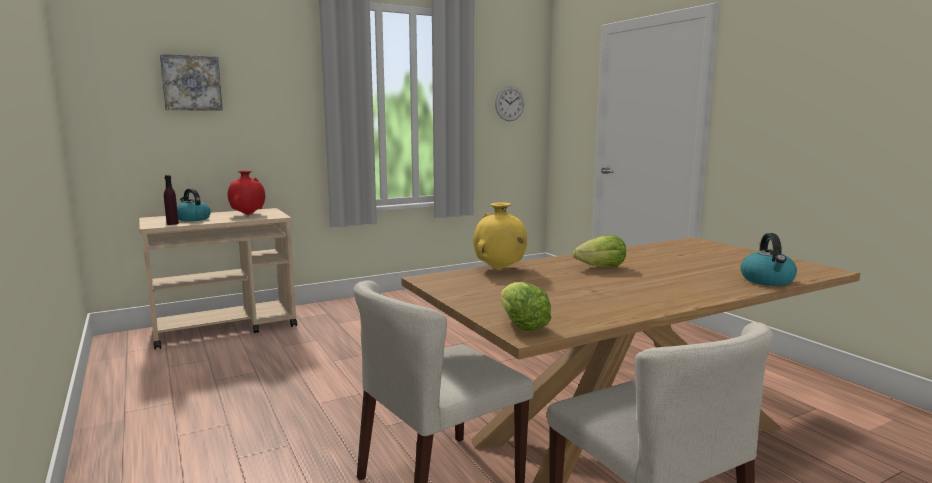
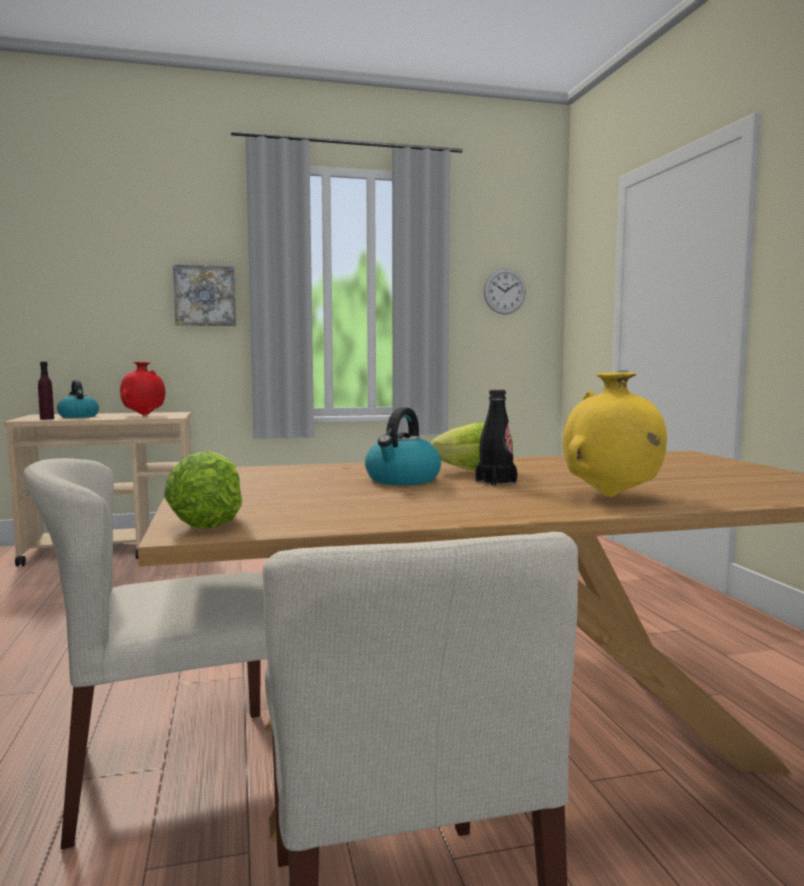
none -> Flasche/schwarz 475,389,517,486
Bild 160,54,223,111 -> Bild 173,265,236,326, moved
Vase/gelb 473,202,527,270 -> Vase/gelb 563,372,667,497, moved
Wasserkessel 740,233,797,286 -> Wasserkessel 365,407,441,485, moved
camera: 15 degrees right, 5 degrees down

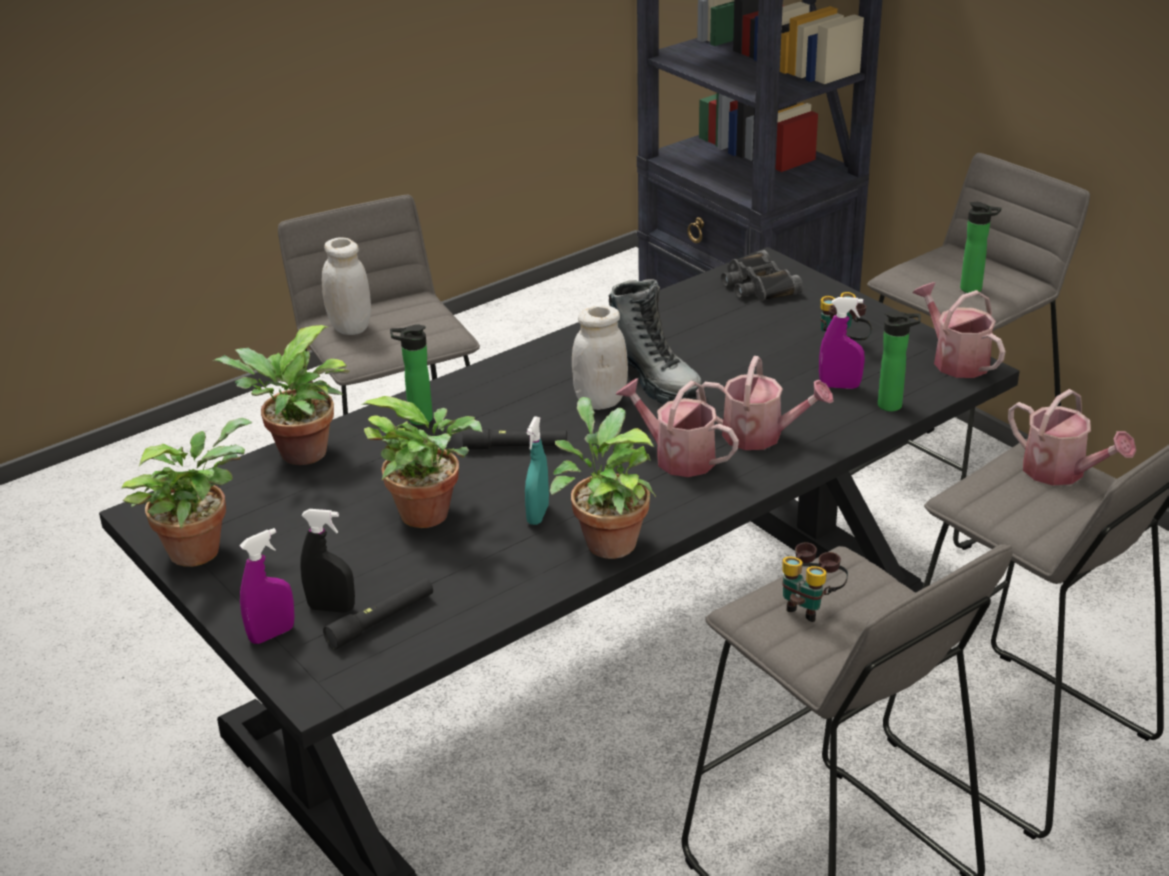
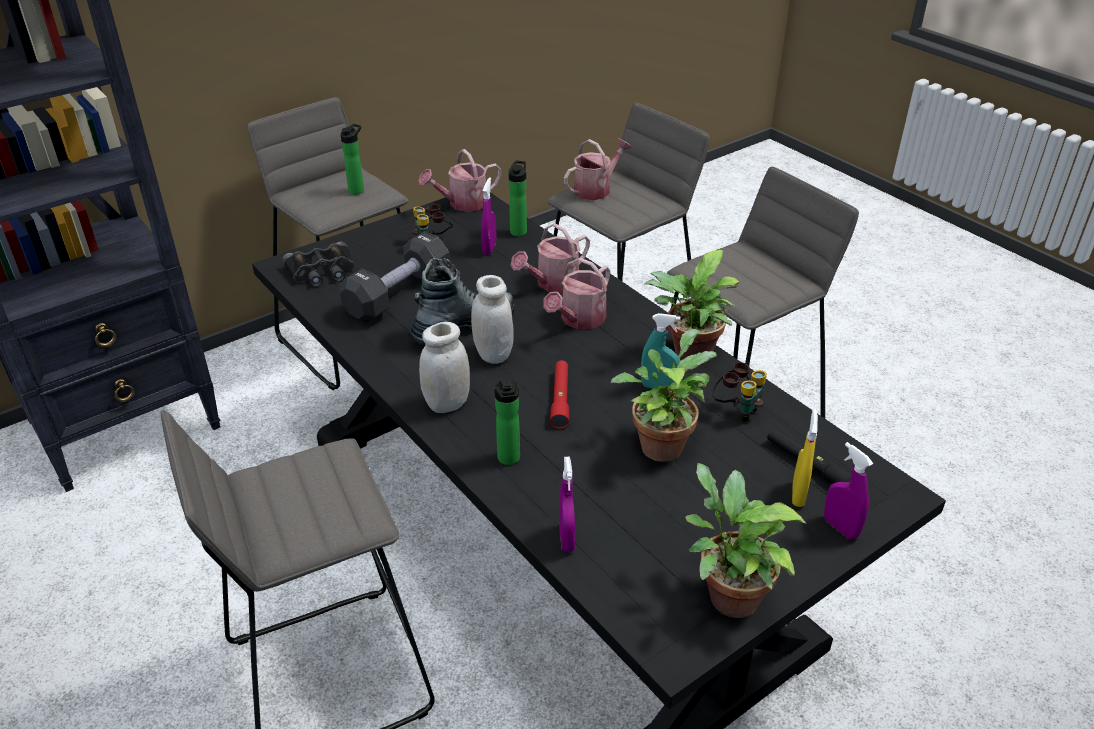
none -> Hantel/schwarz 340,231,450,323
Vorratsglas/weiß 322,237,371,335 -> Vorratsglas/weiß 419,322,470,413, moved
Fernglas 782,542,848,622 -> Fernglas 712,362,767,422, moved
Topfpflanze 213,325,350,465 -> Sprühflasche/lila 559,457,575,553
Sprühflasche/schwarz 300,509,355,613 -> Sprühflasche/gelb 792,409,818,507
Taschenlampe/schwarz 463,428,567,449 -> Taschenlampe/rot 550,360,569,429
Gießkanne 696,356,834,450 -> Gießkanne 511,223,590,293, 150 degrees counterclockwise
camera: 90 degrees left, 5 degrees up

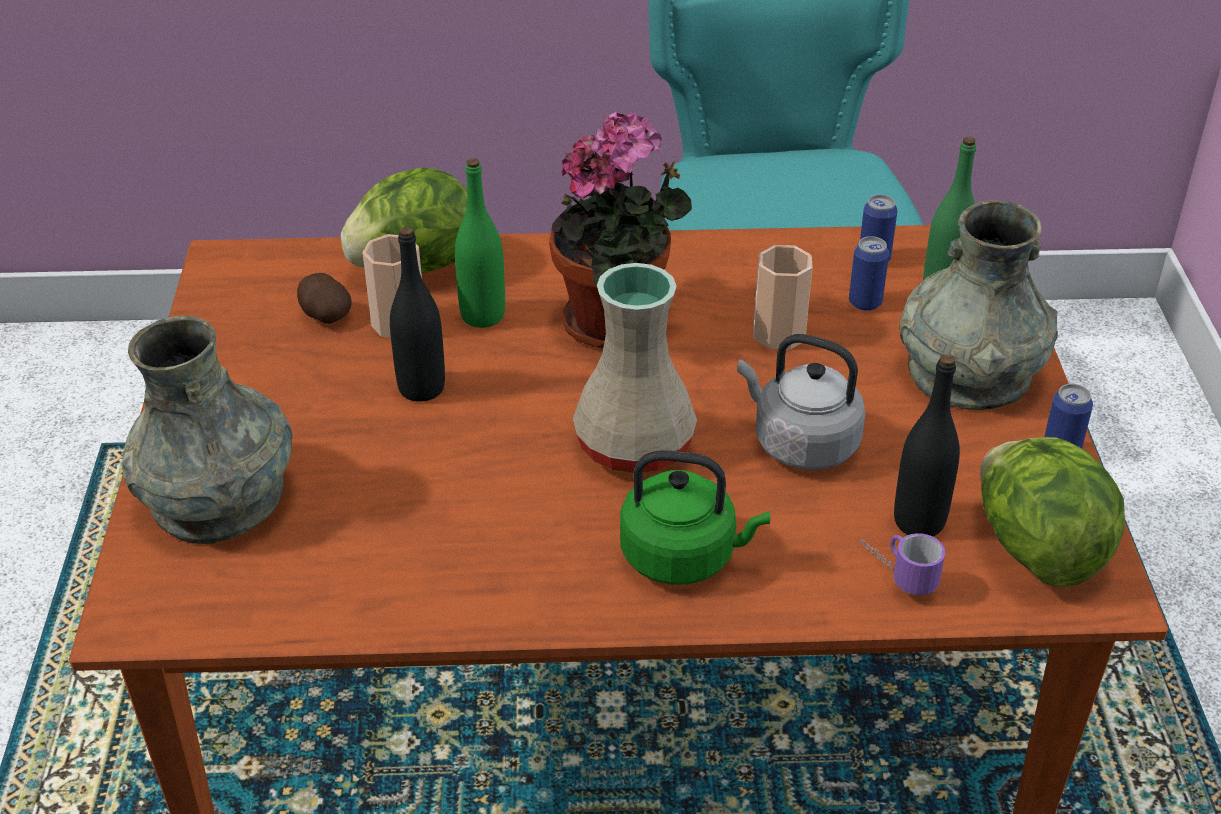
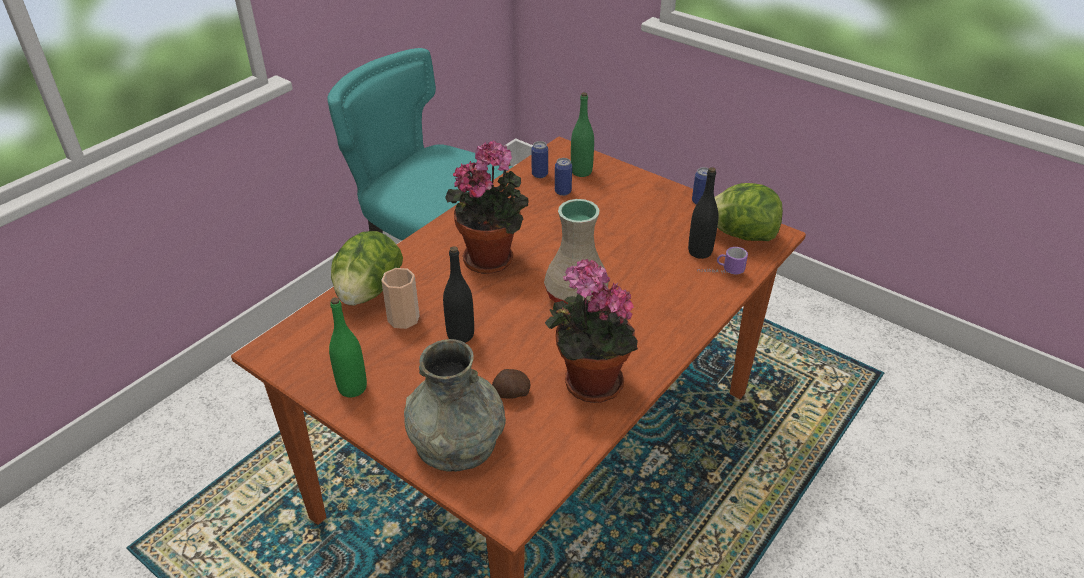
Wasserkessel/grün 620,450,770,584 -> none
Wasserkessel/grau 737,334,865,470 -> none
Tasse 754,245,812,349 -> none
Vase/grau 899,200,1058,410 -> none
none -> Topfpflanze 545,259,638,403
Kartoffel 297,273,352,324 -> Kartoffel 492,369,531,399, moved
Flasche/grün 455,158,505,328 -> Flasche/grün 329,297,367,397, moved
camera: 50 degrees left, 0 degrees up

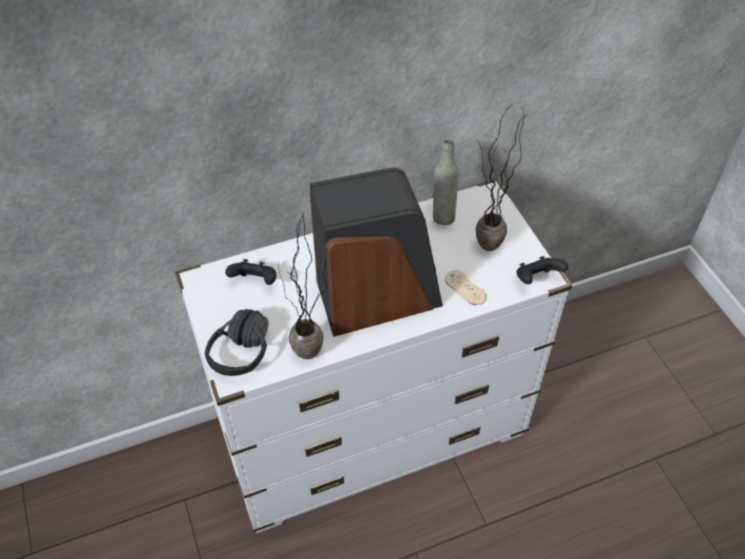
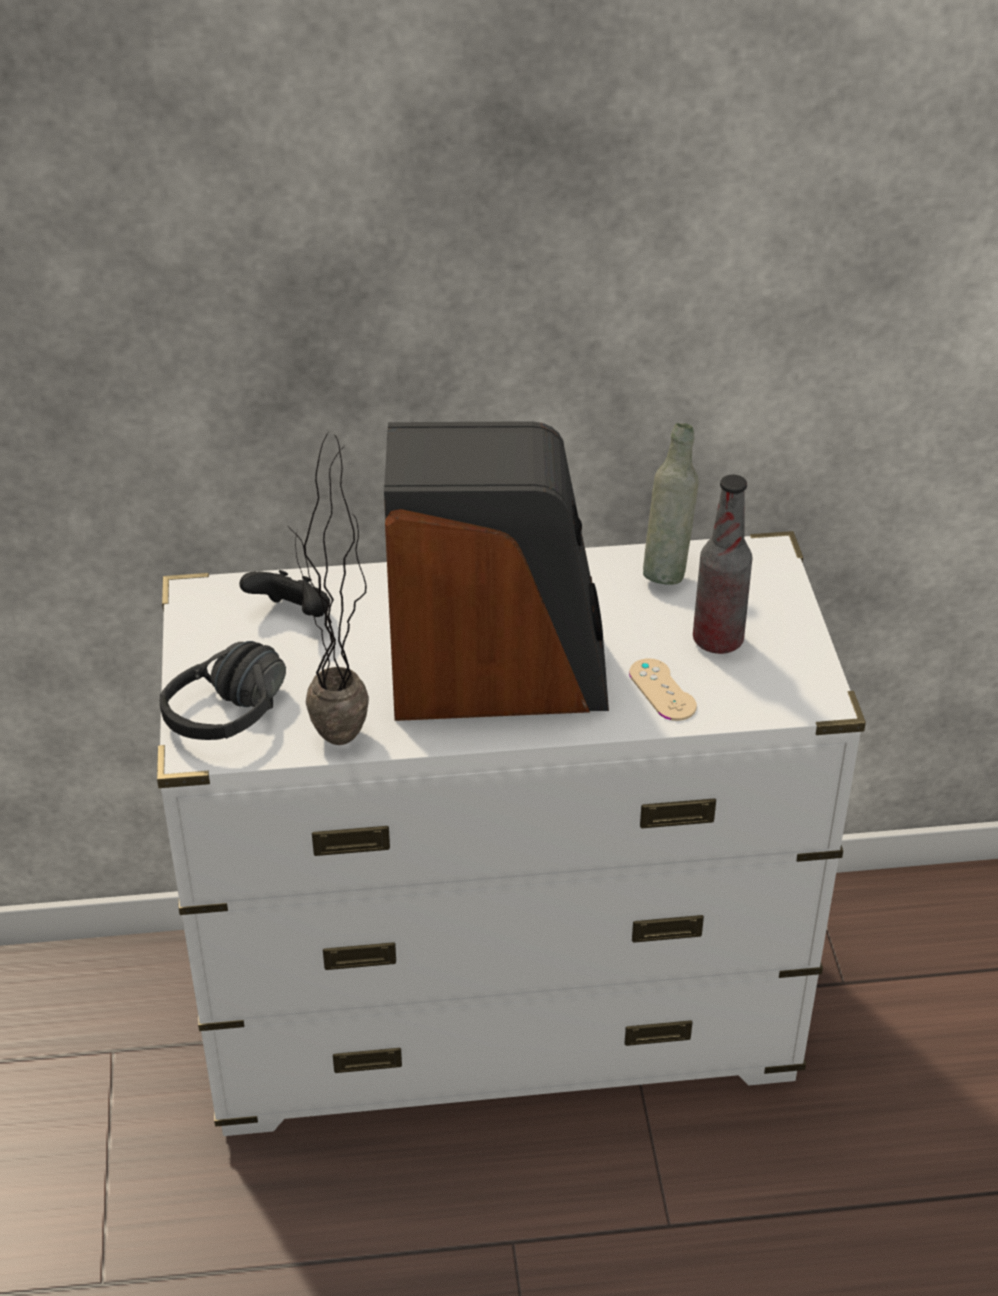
Gamepad/schwarz 517,256,568,284 -> none
Topfpflanze 476,106,529,251 -> Flasche 693,475,752,654
camera: 15 degrees right, 10 degrees down

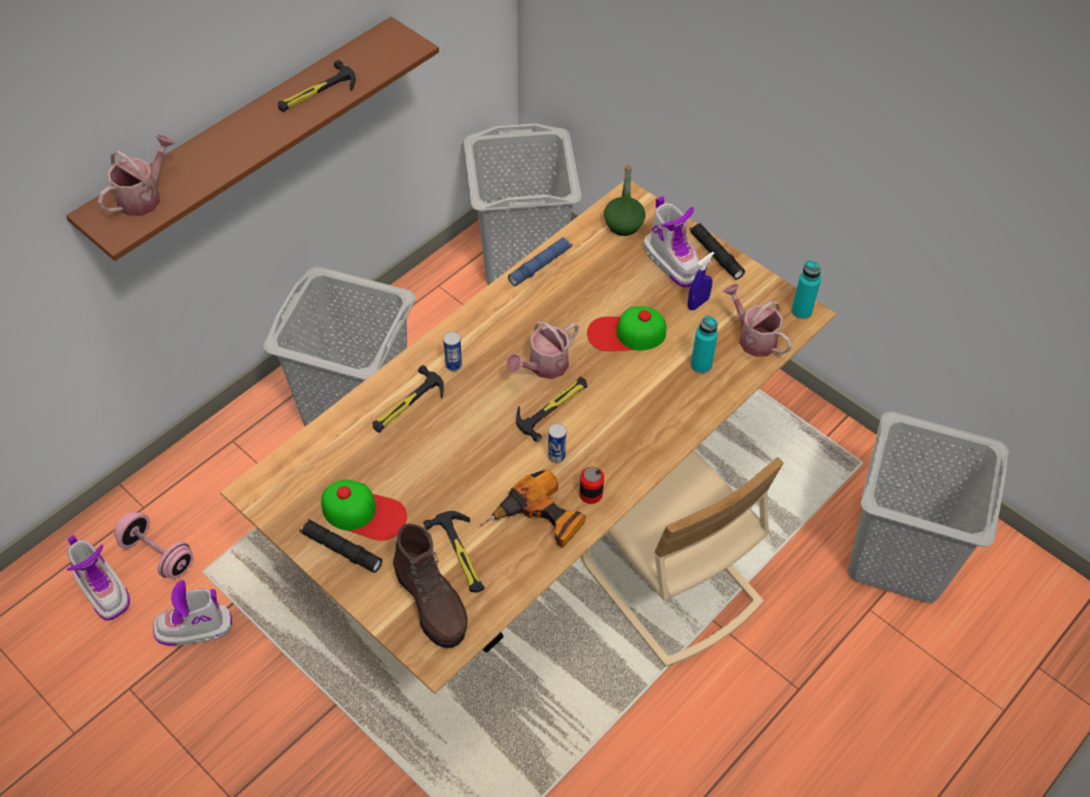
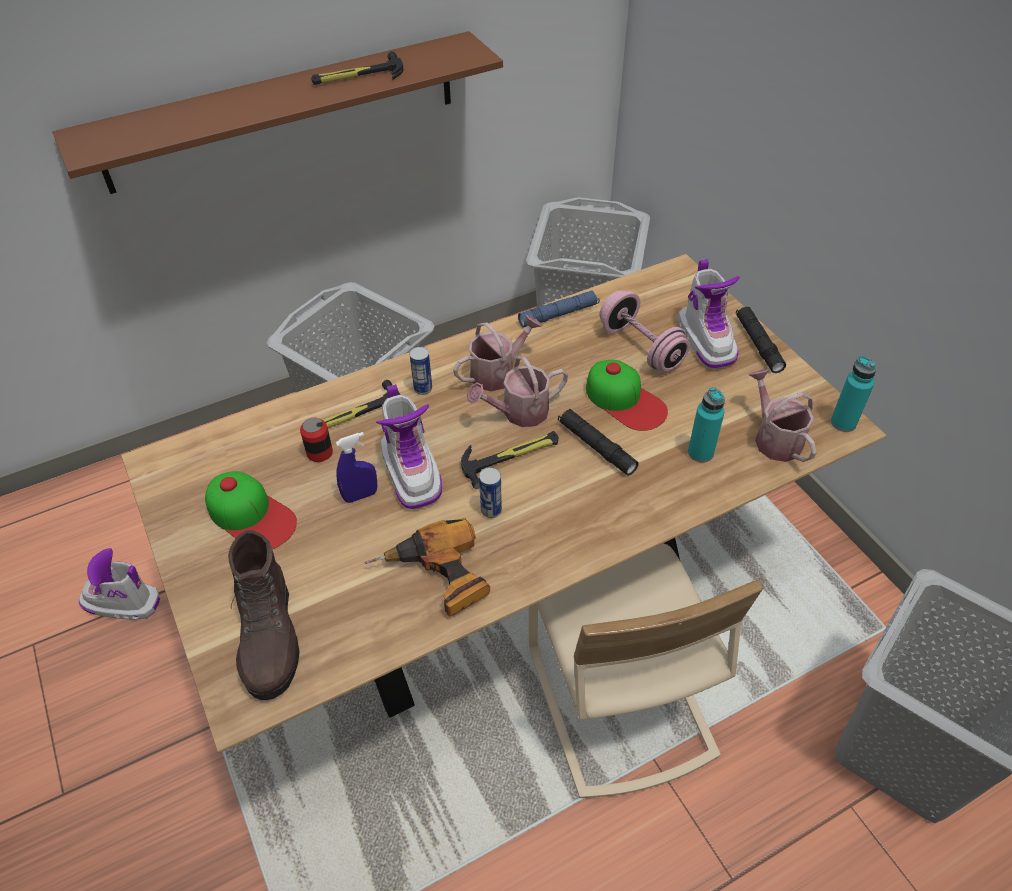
Hammer 423,511,484,593 -> none
Flasche/grün 604,164,645,236 -> none
Stiefel 66,535,130,621 -> Stiefel 376,384,442,509, moved
Gießkanne 98,135,175,216 -> Gießkanne 453,315,542,391, moved
Hantel/rosa 114,512,193,579 -> Hantel/rosa 600,290,690,372, moved
Taschenlampe/schwarz 300,519,382,573 -> Taschenlampe/schwarz 558,408,639,476, moved
Dose 579,467,604,504 -> Dose 300,418,333,462, moved
Sprühflasche/blau 688,252,714,310 -> Sprühflasche/blau 336,432,378,503, moved
Kappe 587,306,666,351 -> Kappe 586,360,668,431, 150 degrees counterclockwise
camera: 20 degrees right, 5 degrees down

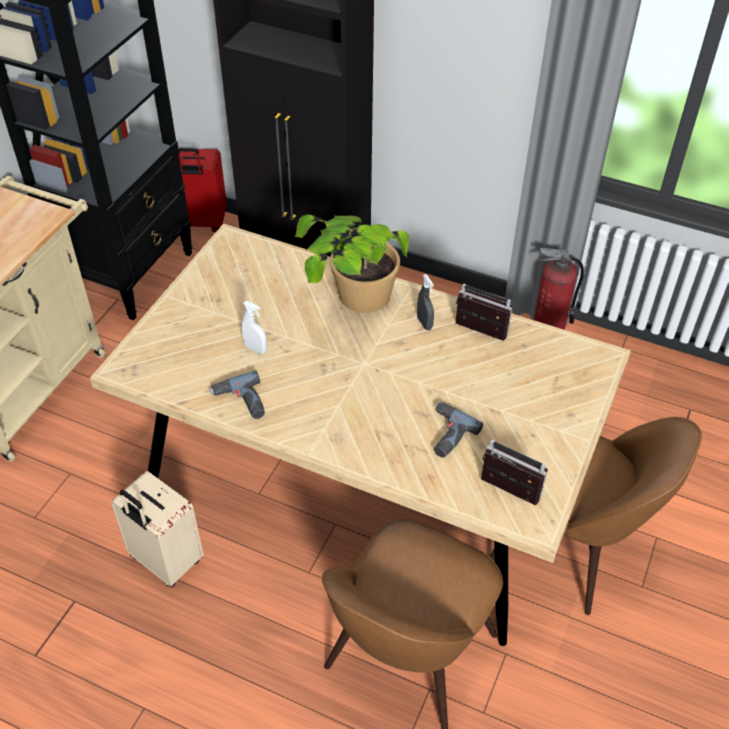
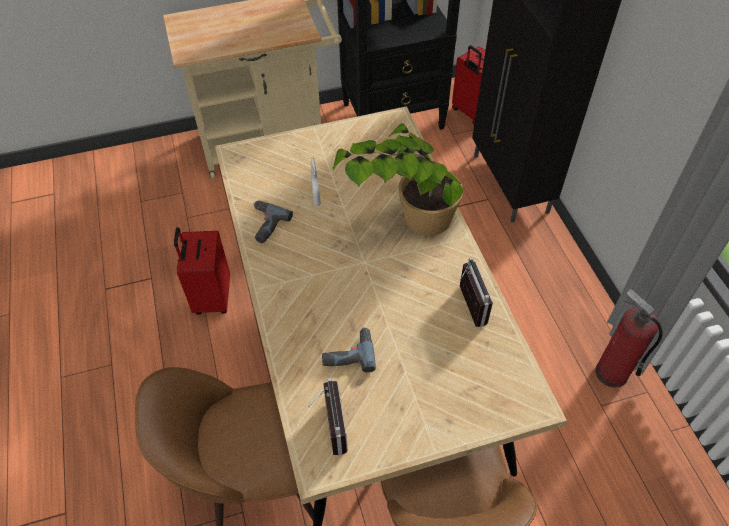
Sprühflasche/grau 417,274,434,330 -> none
Koffer/beige 111,471,204,587 -> Koffer/rot 174,227,230,315
camera: 50 degrees right, 5 degrees up

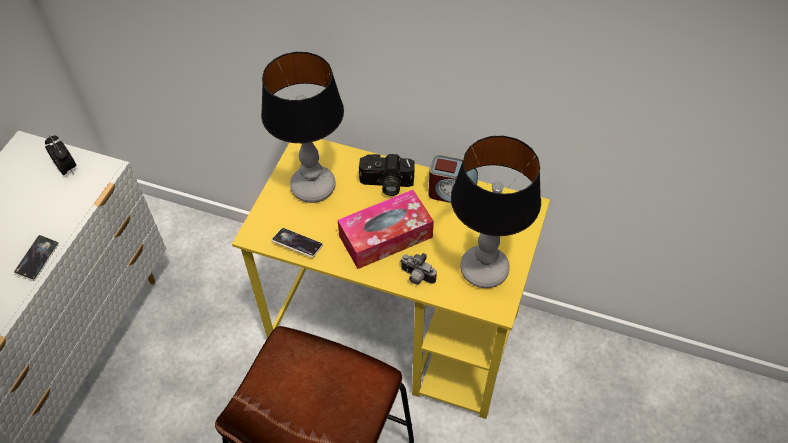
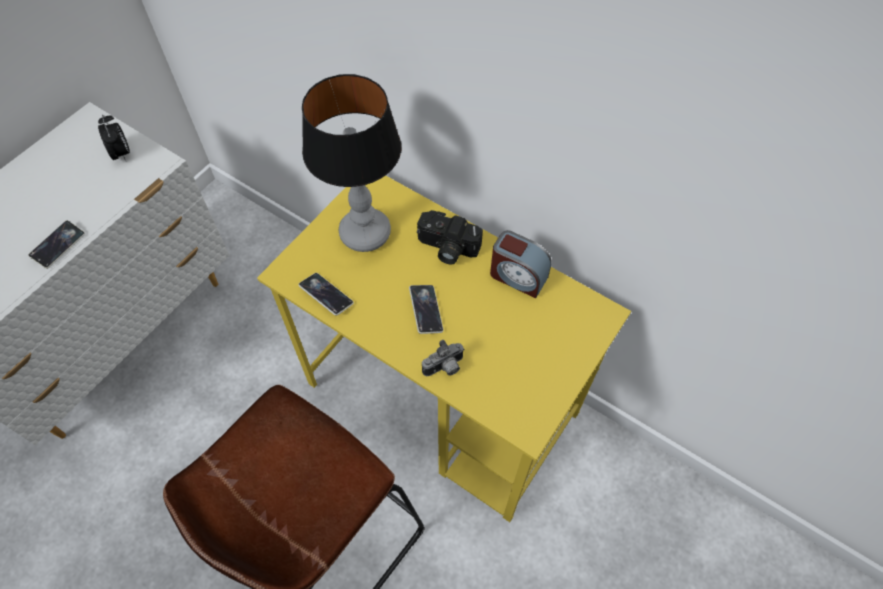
Tischlampe 451,136,541,288 -> none
Taschentuchbox 338,190,434,269 -> Handy 409,285,444,334
Kamera 400,253,437,285 -> Kamera 422,340,465,376, 75 degrees counterclockwise
camera: 15 degrees right, 5 degrees up

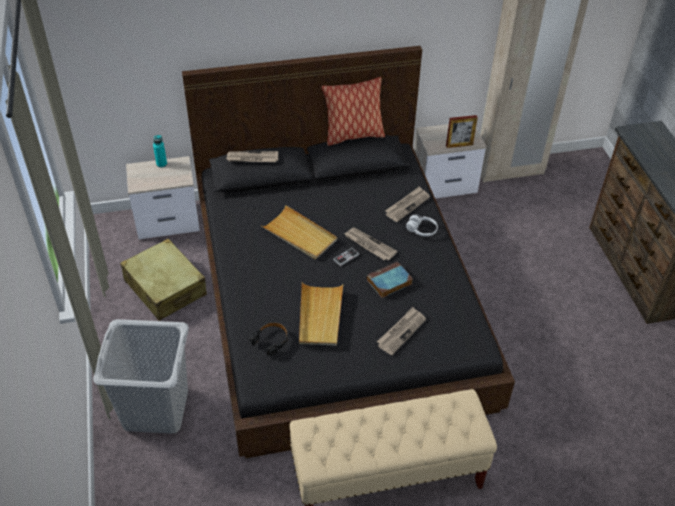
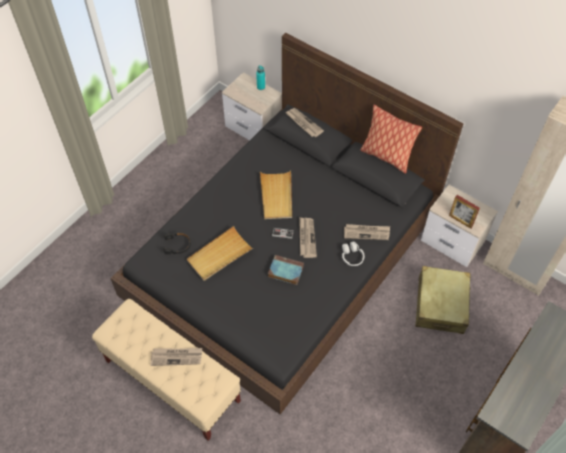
Wäschekorb/grau 93,319,189,434 -> none
Koffer/beige 120,238,207,321 -> Koffer/beige 415,266,471,334, moved
Zeitung 377,307,426,355 -> Zeitung 150,348,202,366, moved
camera: 50 degrees right, 10 degrees up

